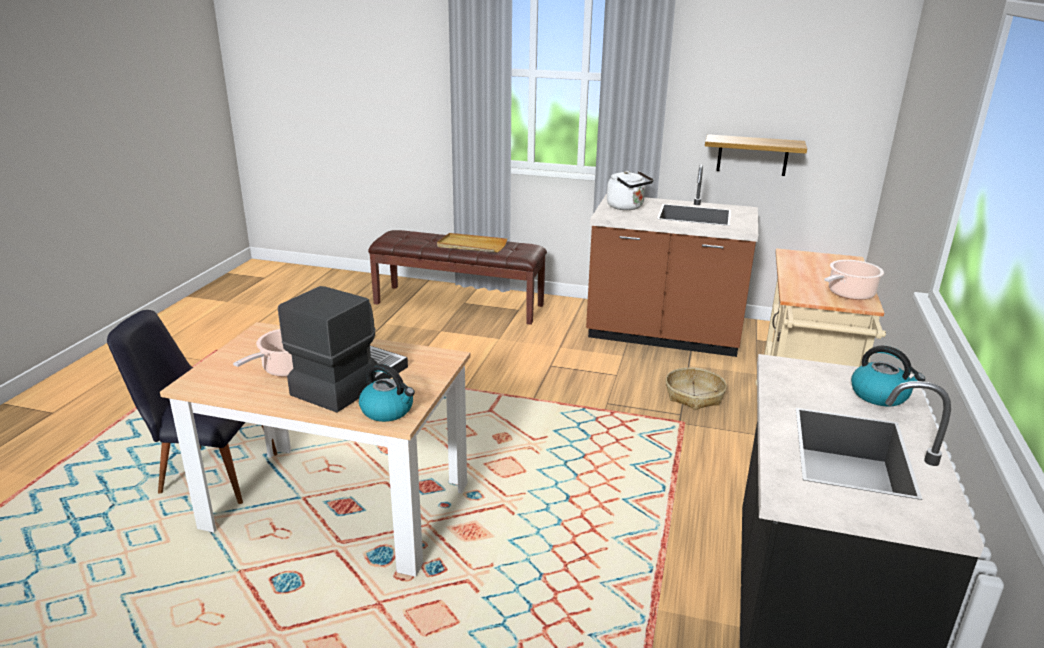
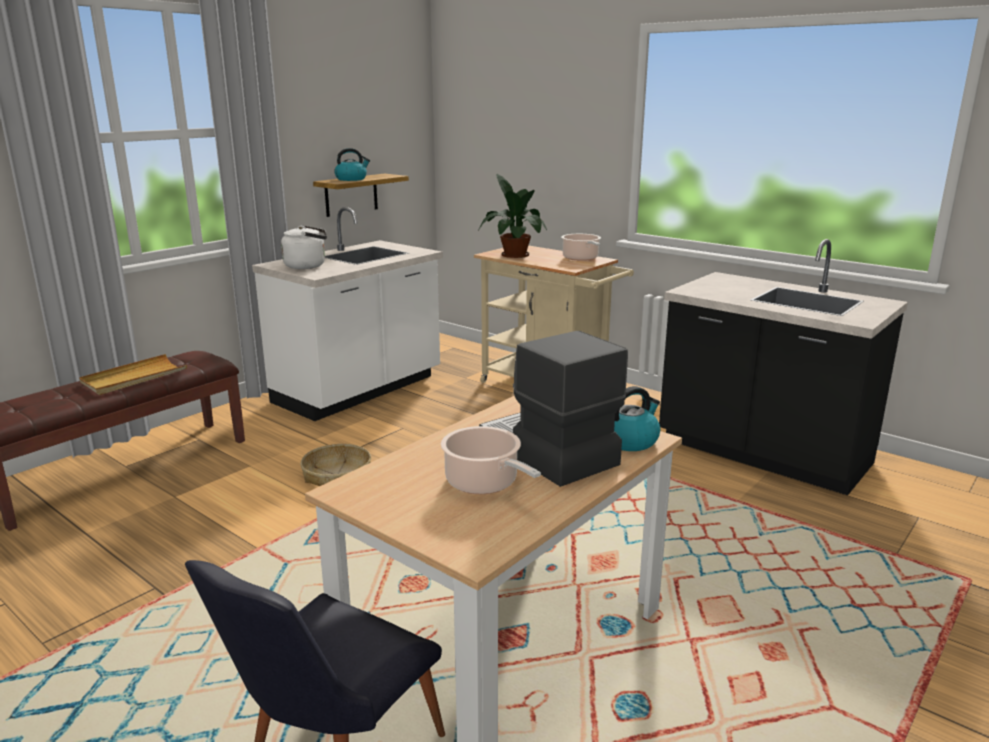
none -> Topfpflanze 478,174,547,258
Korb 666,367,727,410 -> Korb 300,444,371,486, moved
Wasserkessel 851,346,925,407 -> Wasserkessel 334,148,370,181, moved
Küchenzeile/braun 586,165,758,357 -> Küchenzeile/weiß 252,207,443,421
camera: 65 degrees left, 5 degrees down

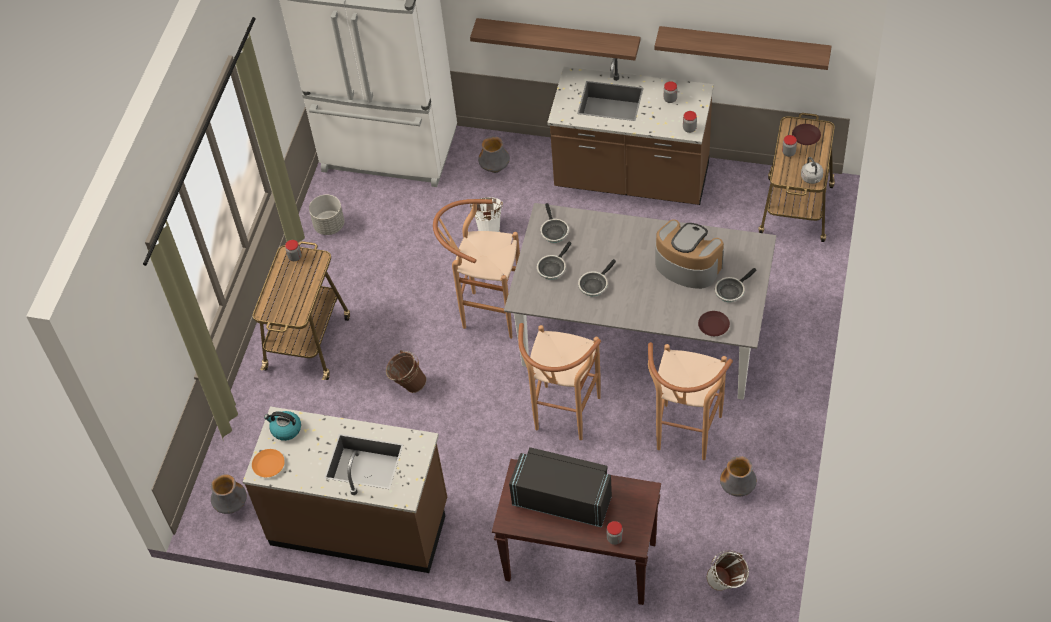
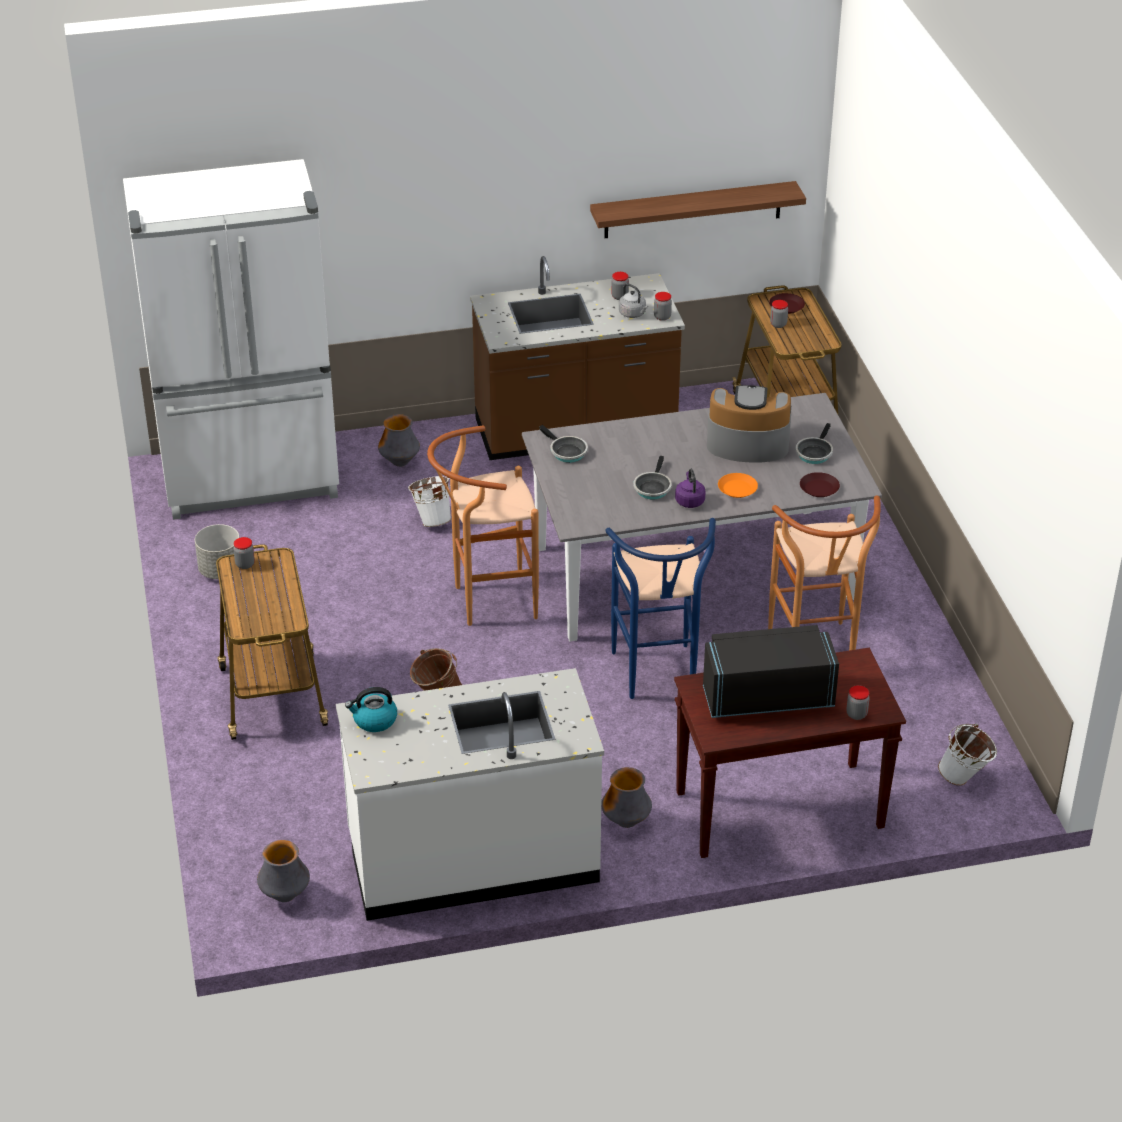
Wandregal 470,18,640,61 -> none
Pfanne 537,242,571,280 -> none
none -> Wasserkessel/lila 675,469,705,508
Teller/orange 252,449,285,477 -> Teller/orange 718,473,758,498, moved
Vase 720,456,757,497 -> Vase 601,767,652,828, moved
Wasserkessel/grau 801,157,823,184 -> Wasserkessel/grau 619,283,648,318, moved
Küchenzeile/braun 243,406,447,573 -> Küchenzeile/weiß 336,668,604,921
Hocker/braun 518,323,601,440 -> Hocker/blau 605,518,716,699
camera: 30 degrees left, 15 degrees down

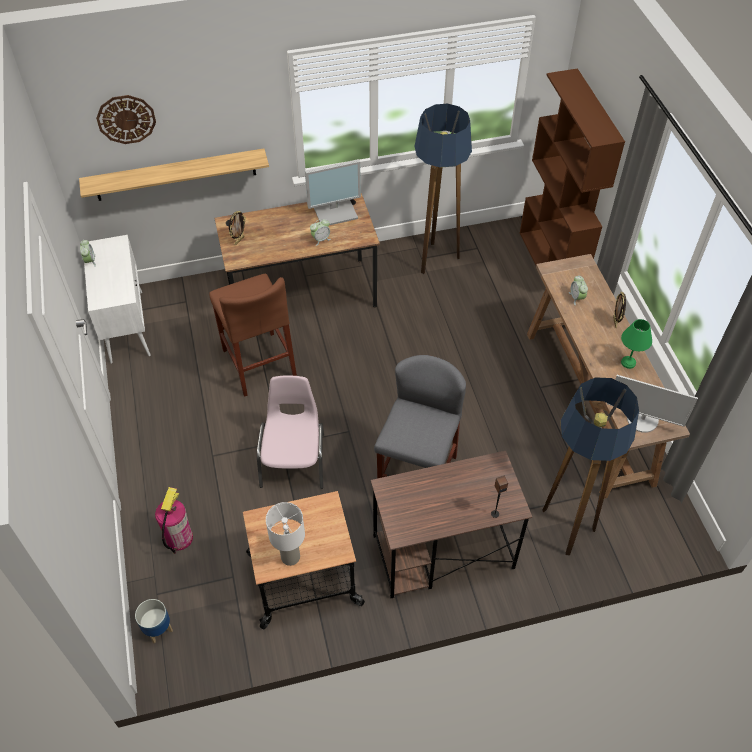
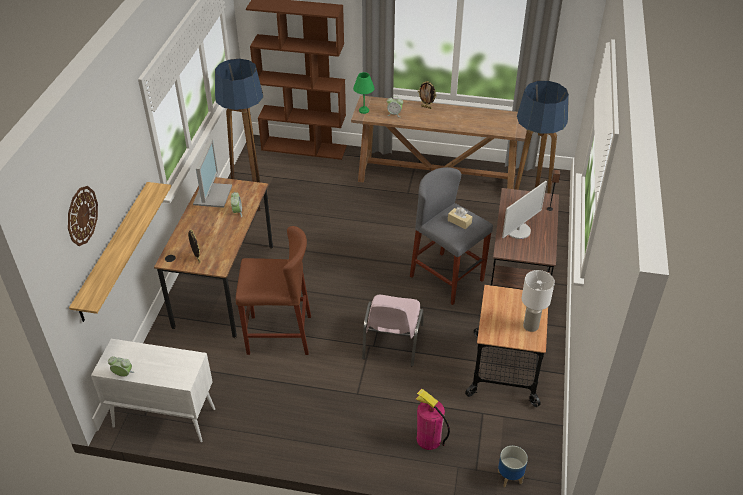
none -> Taschentuchbox/beige 448,207,472,229
Monitor 607,375,698,433 -> Monitor 502,181,547,239, moved
Tischlampe/grün 621,319,652,369 -> Tischlampe/grün 353,72,375,114, moved
Stuhl/rosa 257,376,324,489 -> Stuhl/rosa 362,295,424,366, 105 degrees counterclockwise
camera: 65 degrees left, 10 degrees down

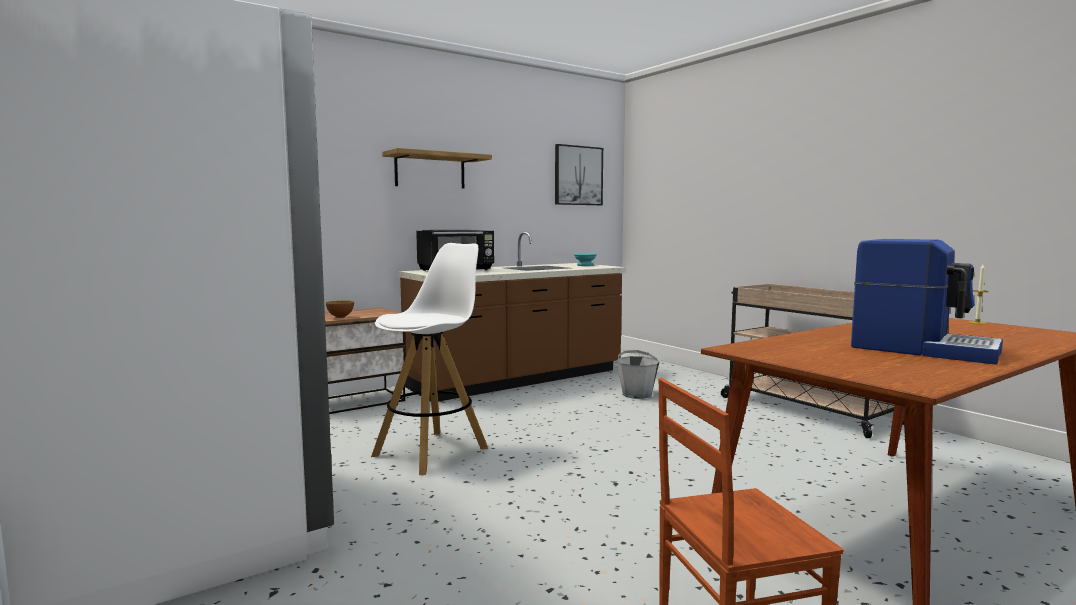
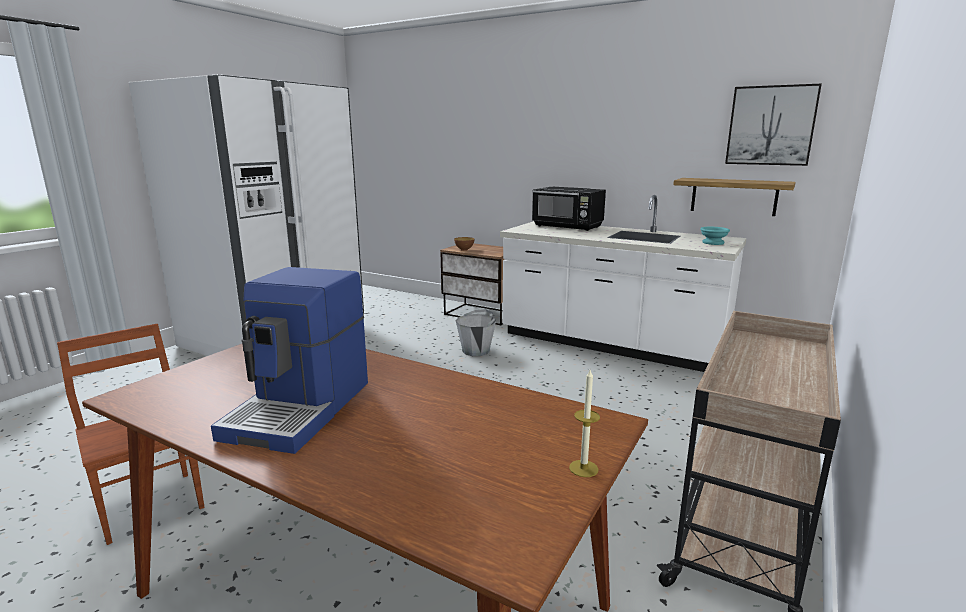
Hocker/weiß 371,243,488,475 -> none
Wandregal 382,148,492,189 -> Wandregal 673,178,796,216, moved
Eimer/grau 616,350,660,399 -> Eimer/grau 456,309,496,356, moved
Küchenzeile/braun 399,231,626,402 -> Küchenzeile/weiß 500,195,747,372
camera: 65 degrees right, 10 degrees up

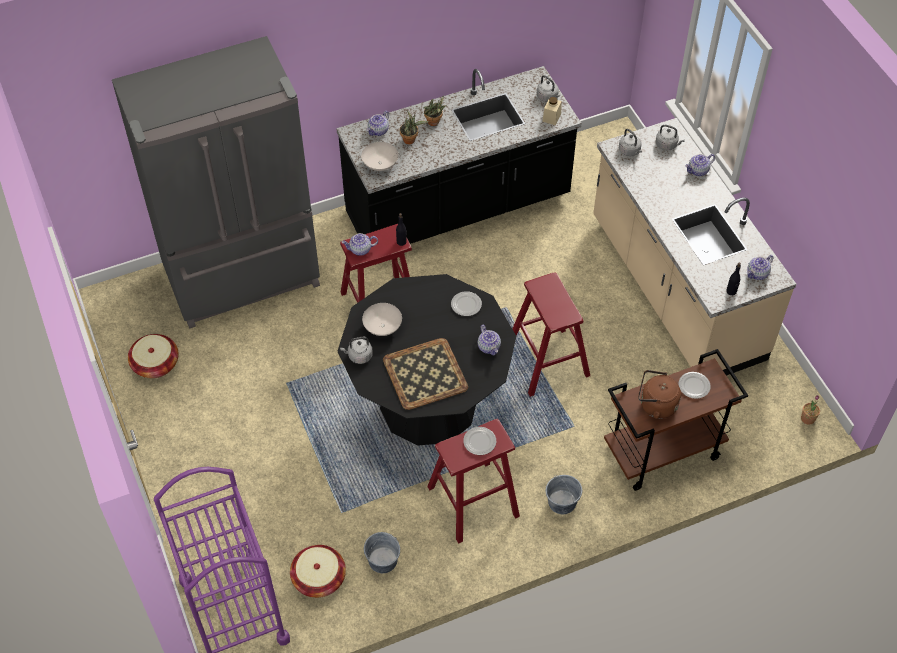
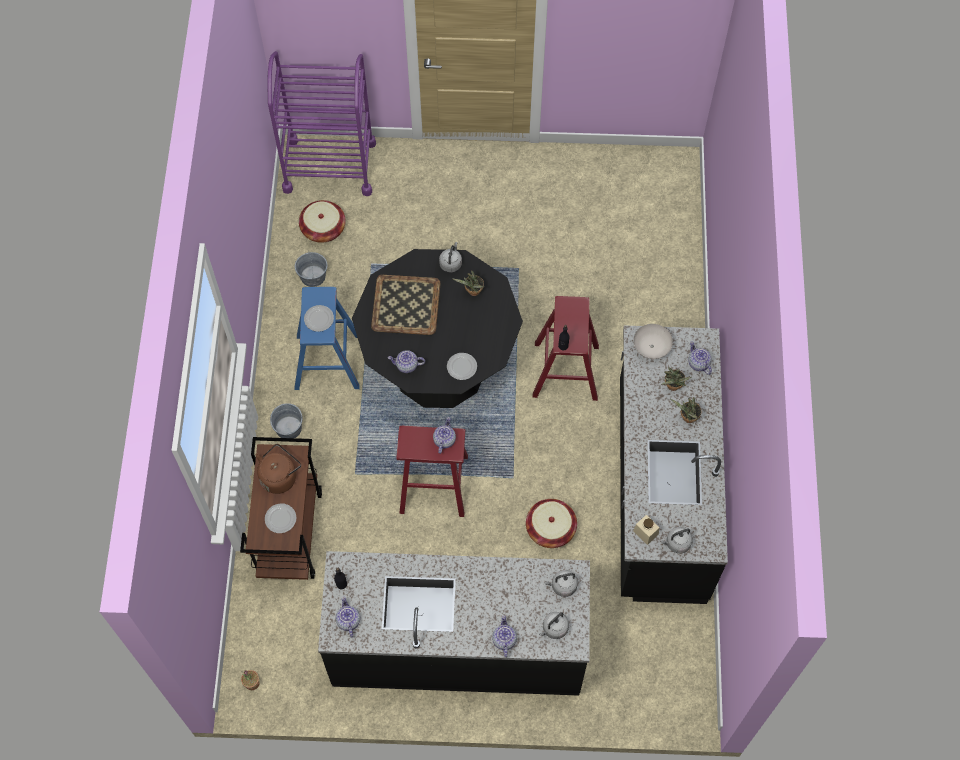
Kühlschrank/grau 112,36,320,329 -> none
Korb 128,334,178,378 -> Korb 526,499,577,548, moved
Teekanne 342,233,378,256 -> Teekanne 433,417,456,454, moved
Schüssel/weiß 362,303,402,336 -> Topfpflanze 453,271,484,296
Hocker/rot 427,419,520,544 -> Hocker/blau 294,287,360,390
Küchenzeile/beige 593,118,796,376 -> Küchenzeile/schwarz 318,551,590,696
camera: 115 degrees right, 10 degrees up

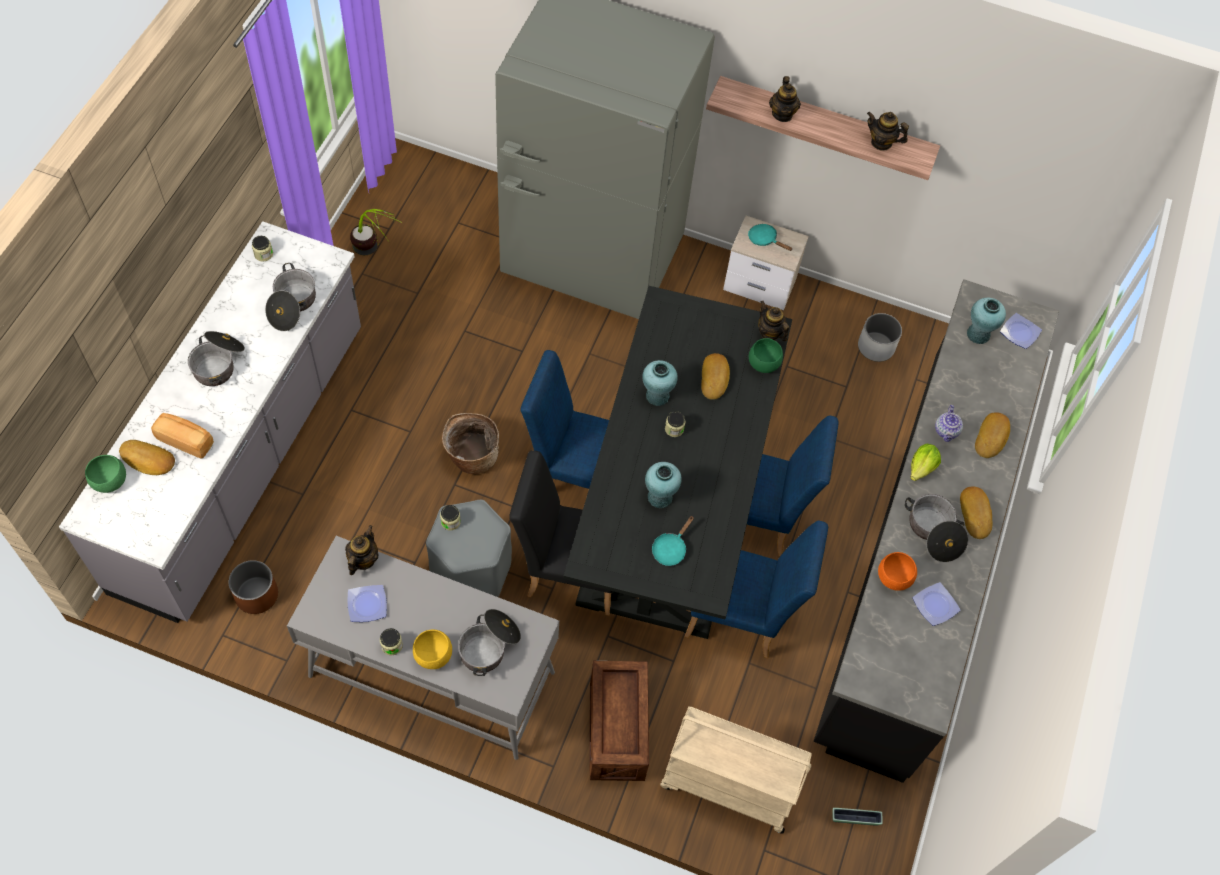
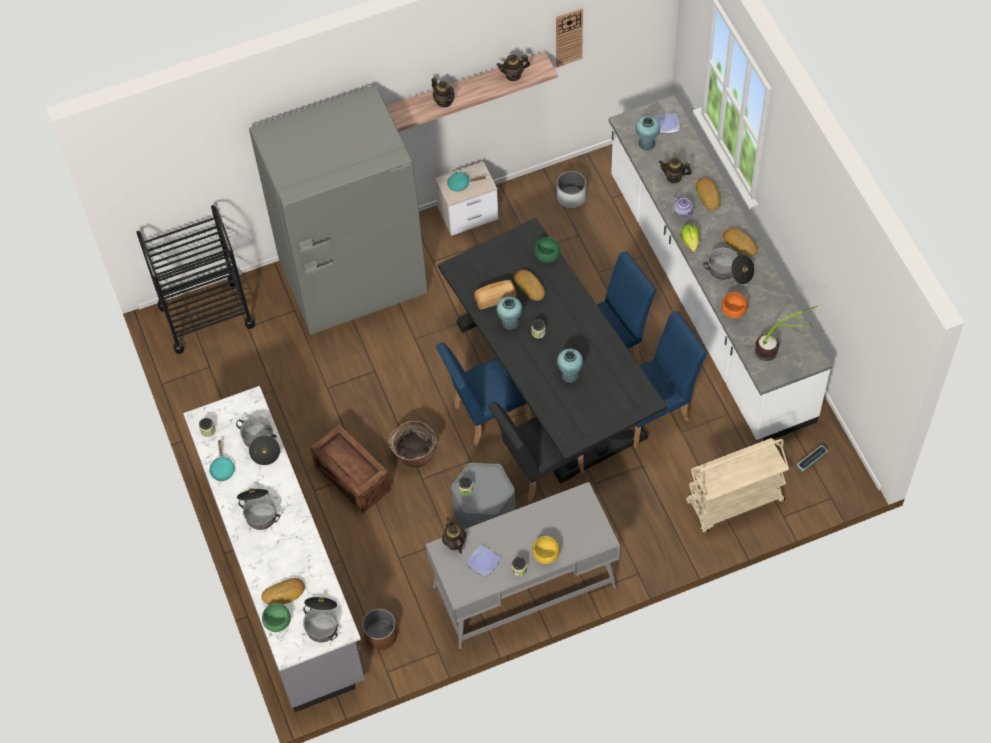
Teller 913,582,961,626 -> none
none -> Rollwagen/schwarz 136,205,255,354
none -> Wanduhr 556,8,583,67
Brot 151,413,214,459 -> Brot 474,280,517,309, moved
Topfpflanze 350,209,402,255 -> Topfpflanze 755,306,819,361, moved
Kochtopf 458,609,521,676 -> Kochtopf 303,597,338,642, moved
Kiste 589,661,649,781 -> Kiste 310,424,392,513, moved
Pfanne/türkis 652,516,694,566 -> Pfanne/türkis 209,440,235,481, moved
Teekanne 758,301,789,341 -> Teekanne 659,158,692,183, moved
Küchenzeile/schwarz 814,279,1059,783 -> Küchenzeile/weiß 609,95,832,441
camera: 35 degrees left, 0 degrees up

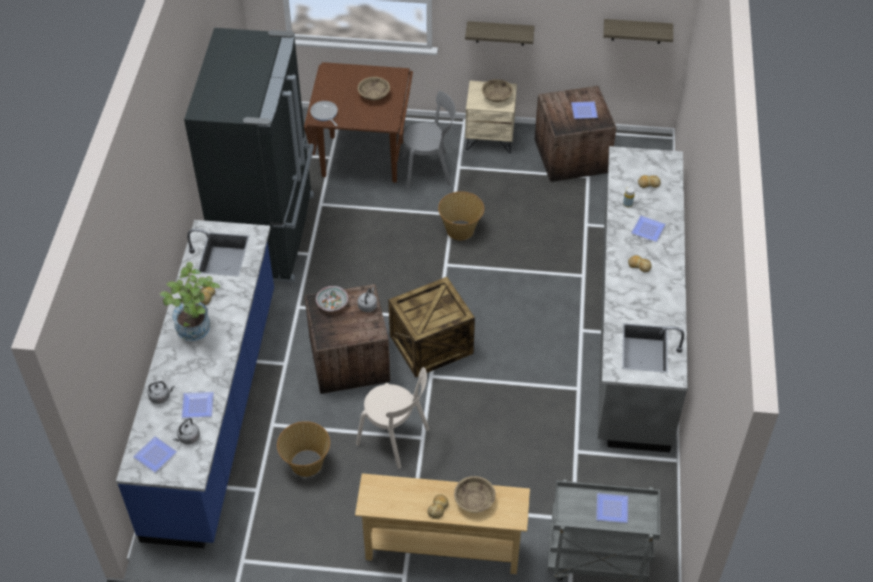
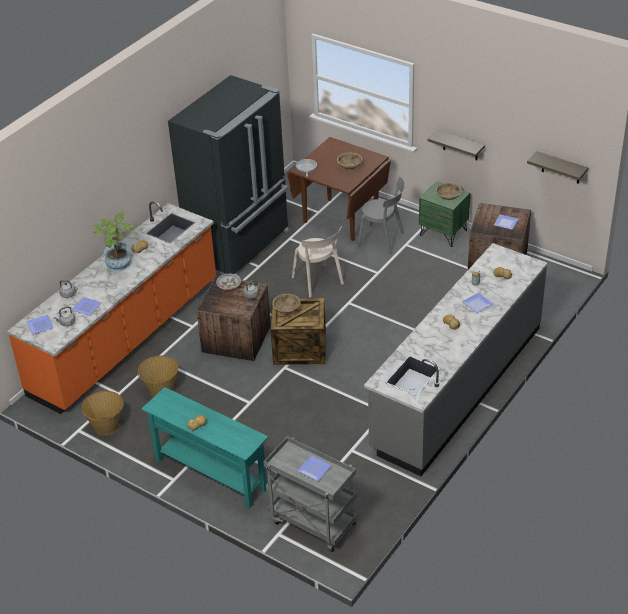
Stuhl/beige 356,367,429,469 -> Stuhl/beige 292,226,344,297, moved
Korb 438,191,484,240 -> Korb 82,391,124,435, moved
Schüssel/beige 454,476,496,513 -> Schüssel/beige 272,294,300,314, moved
Küchenzeile/blau 116,220,274,548 -> Küchenzeile/orange 7,201,216,414
Konsolentisch/beige 355,473,530,574 -> Konsolentisch/türkis 141,387,269,509
Nachttisch/beige 465,81,517,153 -> Nachttisch/grün 419,181,470,247
camera: 30 degrees right, 10 degrees down

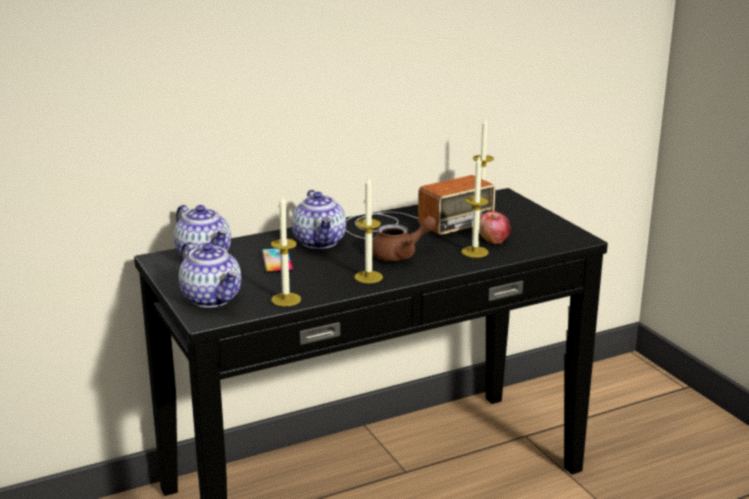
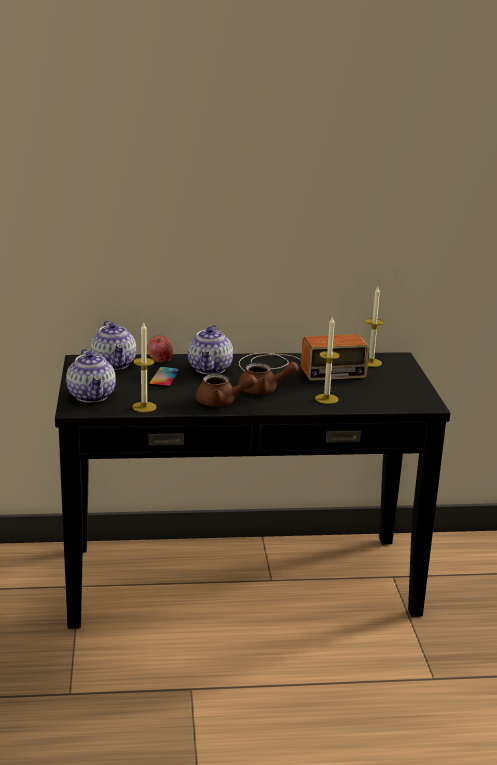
Apfel 479,211,510,244 -> Apfel 147,335,173,363, moved
Kerze 354,176,383,283 -> Teekanne/braun 196,374,257,407
camera: 20 degrees right, 0 degrees up

